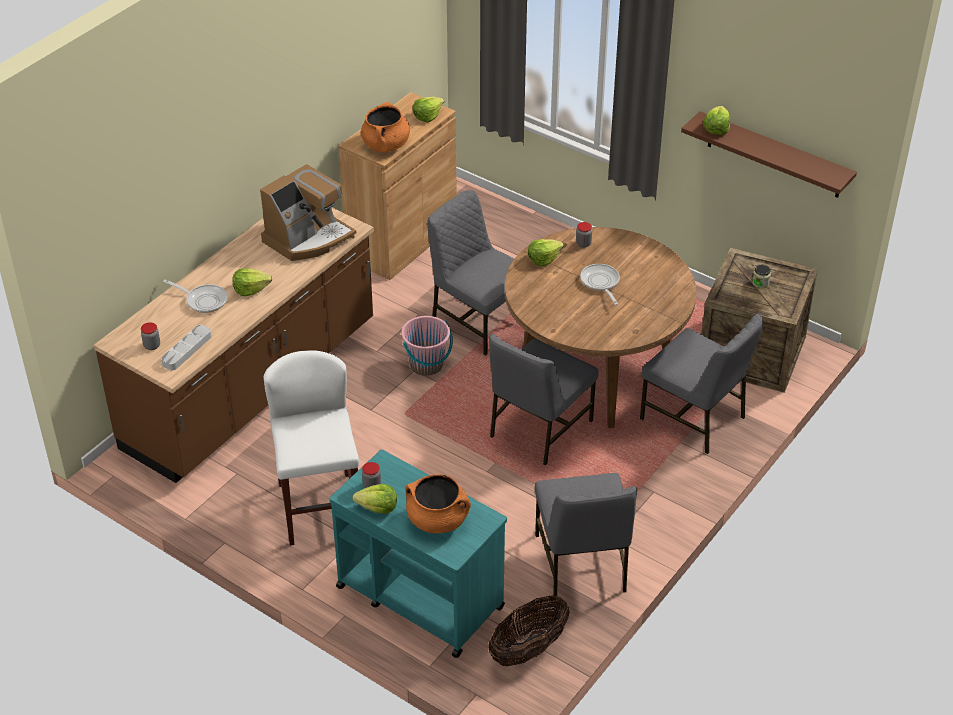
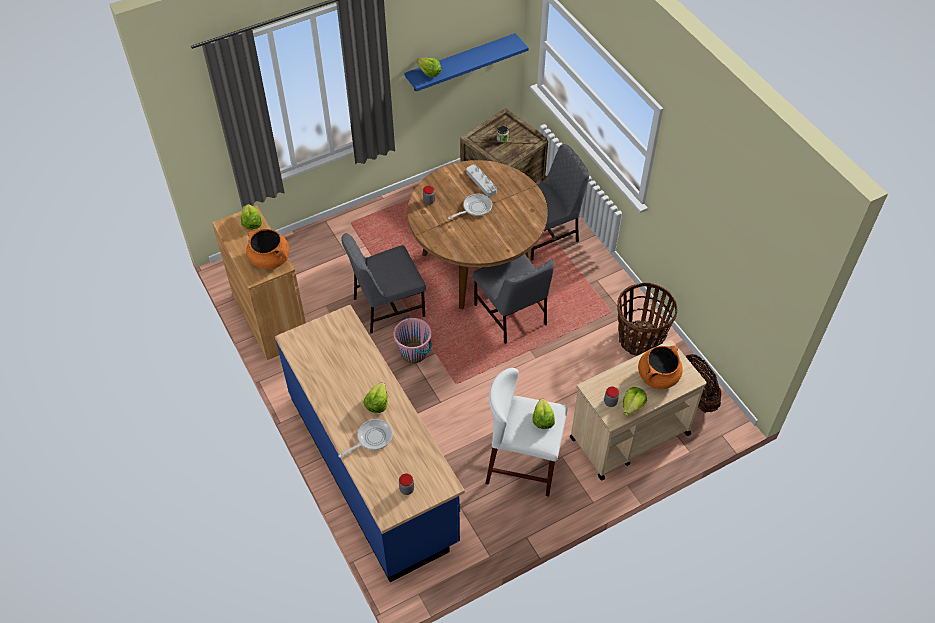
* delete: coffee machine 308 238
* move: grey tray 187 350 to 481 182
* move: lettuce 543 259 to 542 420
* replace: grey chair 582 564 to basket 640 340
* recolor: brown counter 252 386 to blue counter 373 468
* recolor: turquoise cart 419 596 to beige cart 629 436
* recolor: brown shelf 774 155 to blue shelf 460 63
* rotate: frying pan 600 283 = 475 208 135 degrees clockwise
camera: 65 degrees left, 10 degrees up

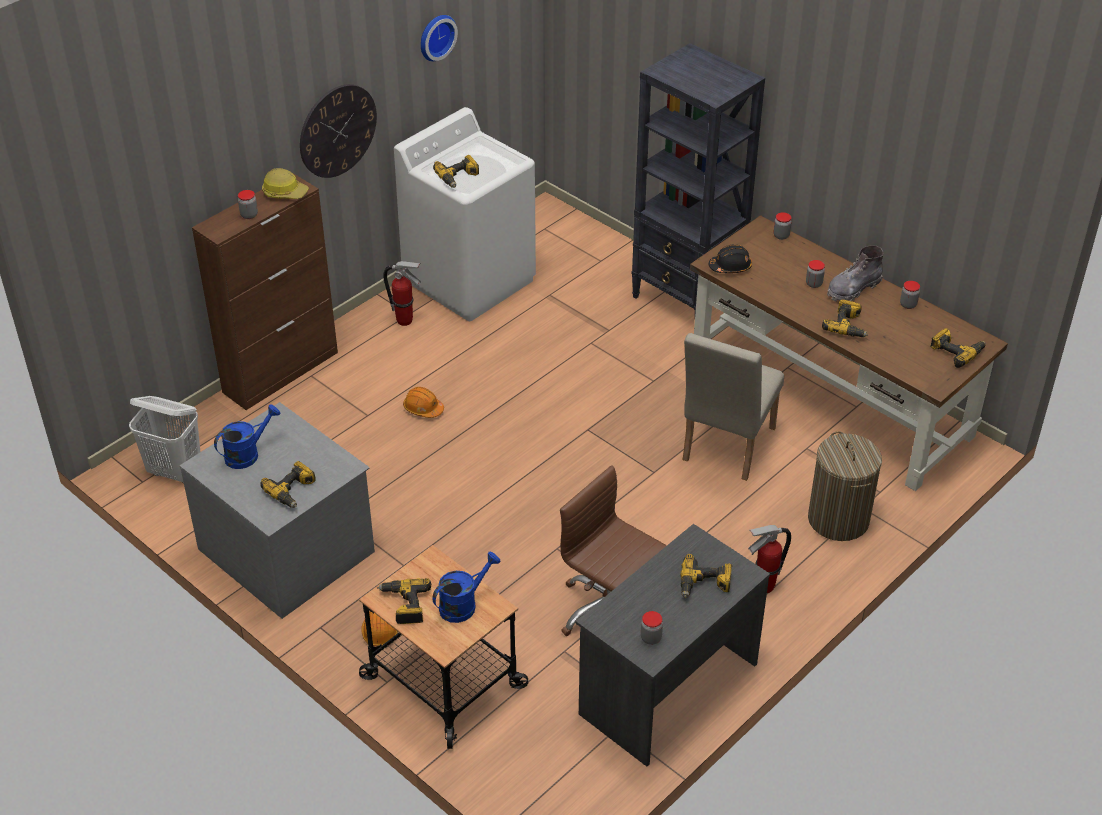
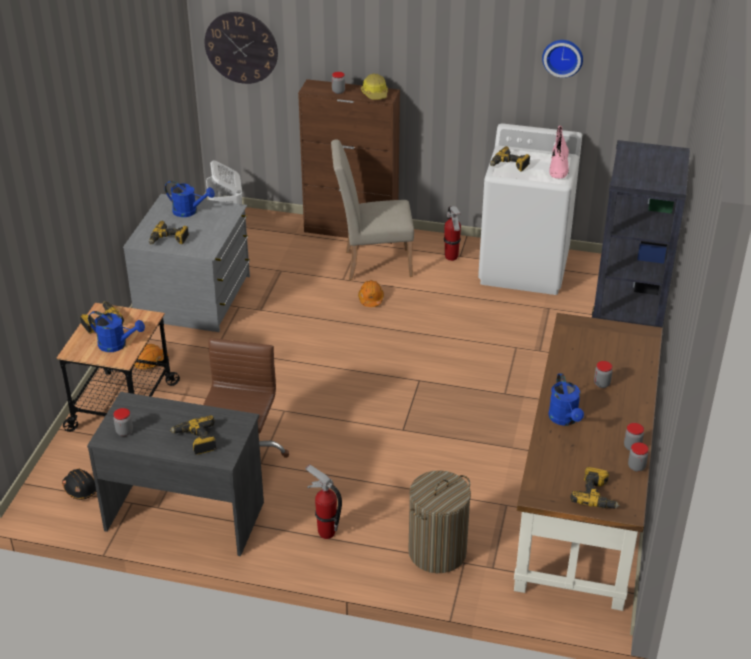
* delete: grey boot 853 289
* insert: pink boot 559 167
* move: wall clock 337 130 to 241 47
* move: beige chair 725 448 to 372 263
* move: black hard hat 730 267 to 80 489
* move: jar 781 236 to 636 466
* replace: power drill 847 326 to blue watering can 565 419
camera: 60 degrees right, 5 degrees down

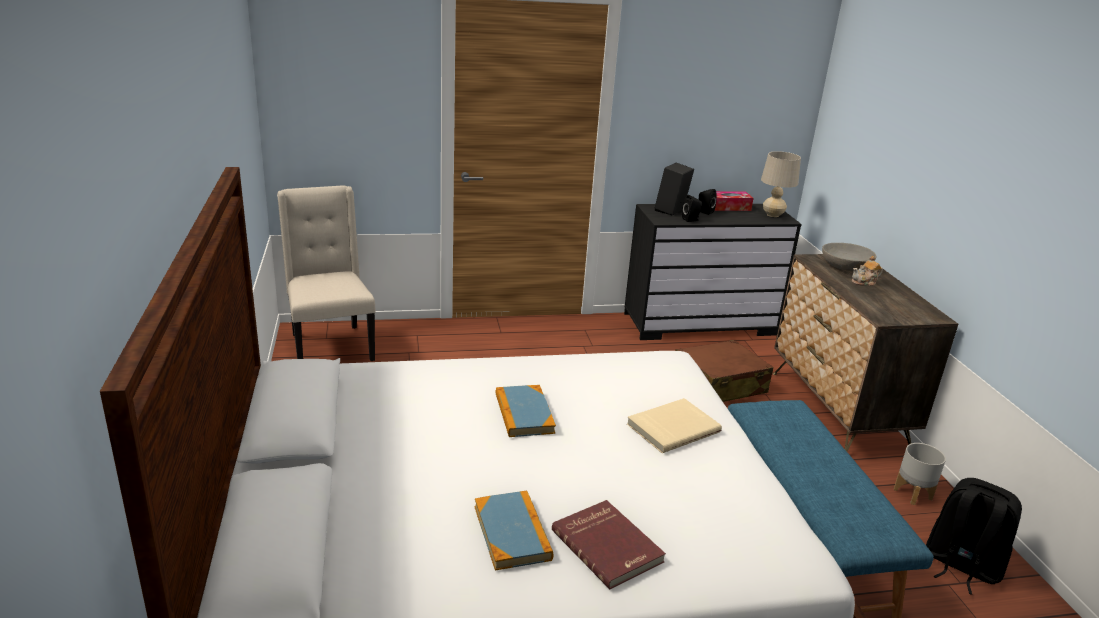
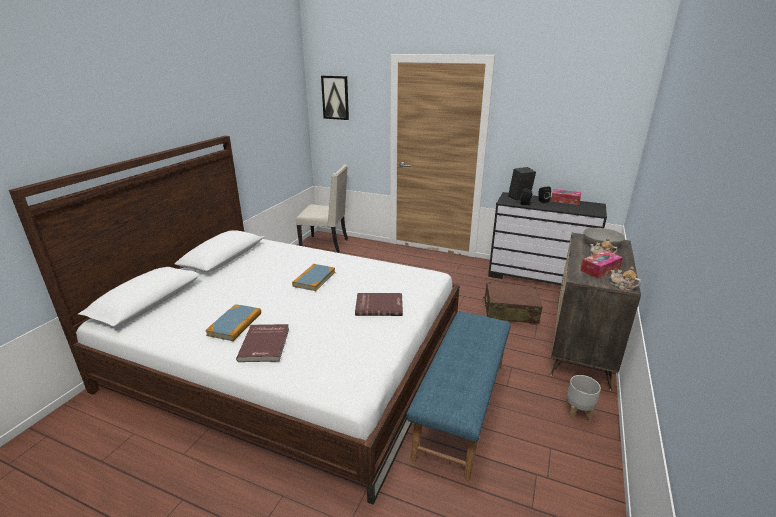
* delete: beige table lamp 773 215
* delete: black backpack 961 565
* insert: picture 335 97
* insert: tissue box 600 269
* insert: teapot 622 286
* recolor: beige book 672 427 to red book 379 306
* rotate: beige chair 330 347 = 326 244 90 degrees clockwise
camera: 35 degrees right, 0 degrees up

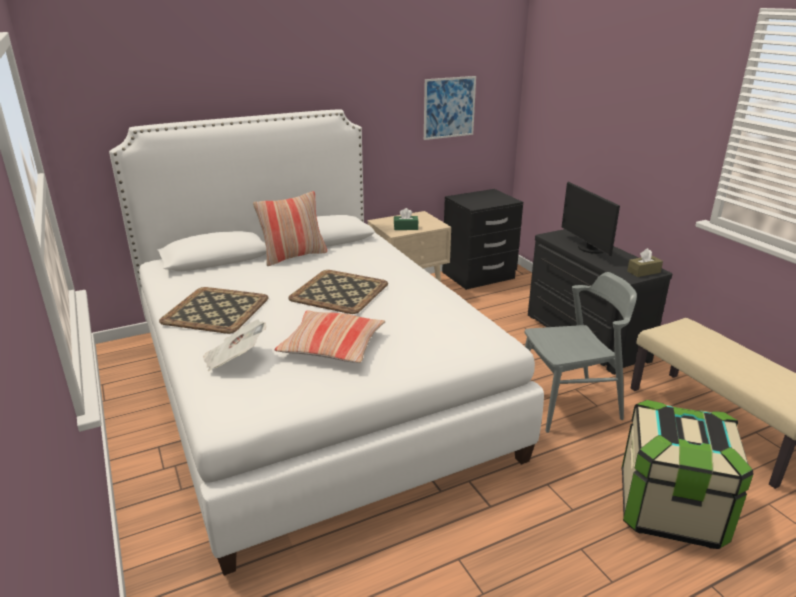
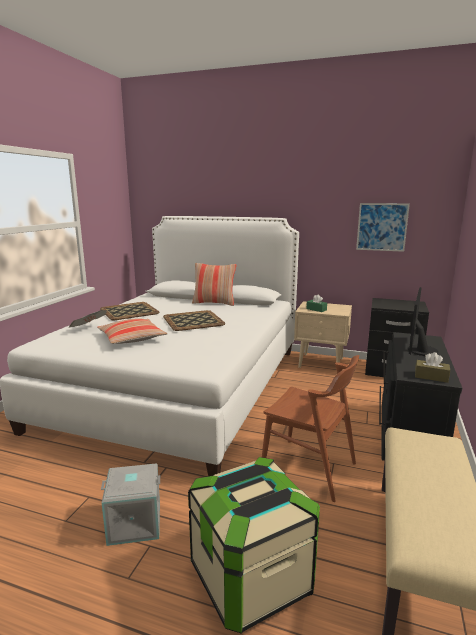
* insert: grey storage box 135 522
* recolor: grey chair 568 404 to brown chair 309 468
camera: 45 degrees right, 10 degrees down

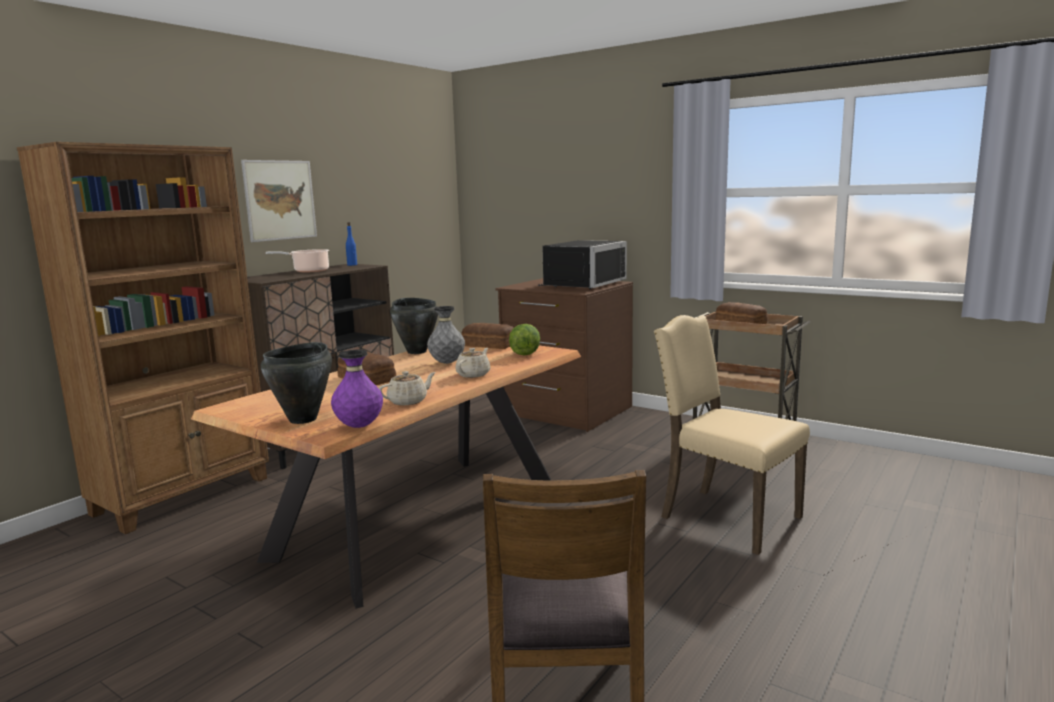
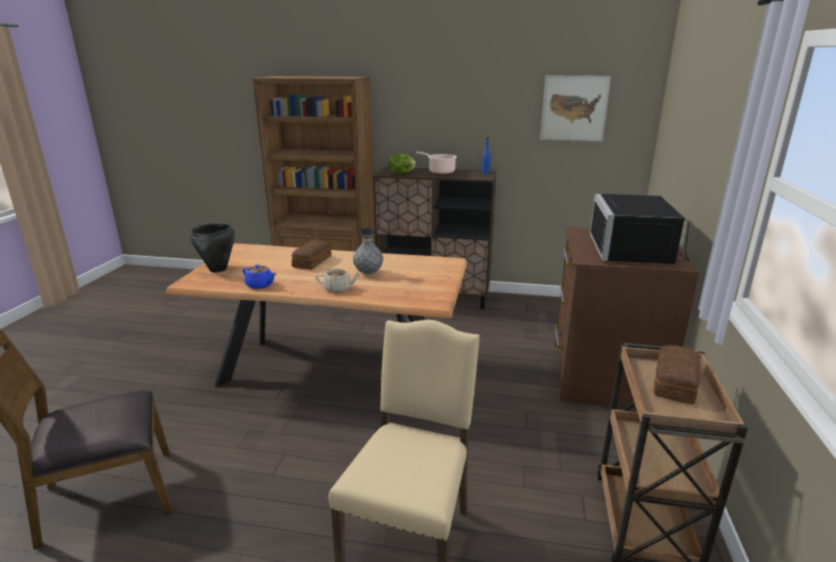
* delete: purple vase 359 426
* delete: black cooking pot 417 351
* delete: bread 489 345
* move: picture 280 200 to 574 108
* move: lettuce 525 354 to 401 173
* recolor: beige teapot 408 401 to blue teapot 260 285
* rotate: black microwave 580 284 = 636 251 90 degrees clockwise
camera: 65 degrees right, 10 degrees up

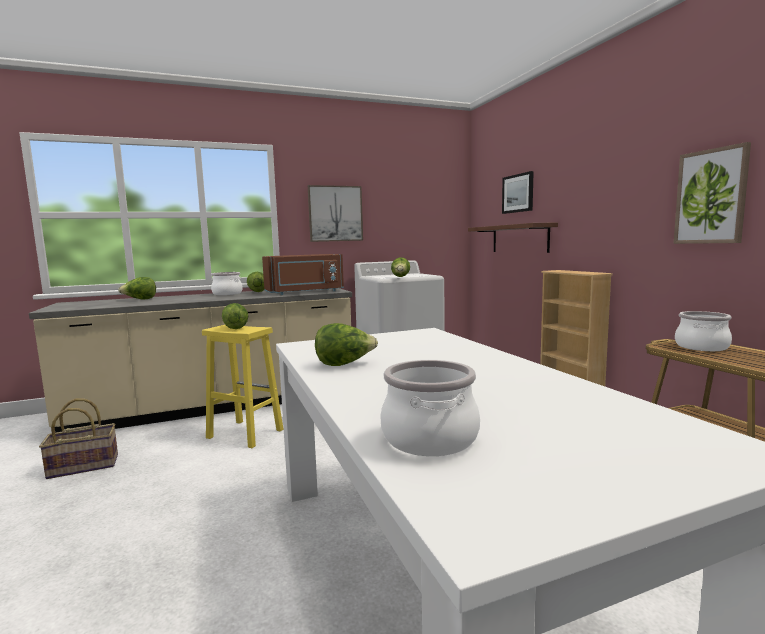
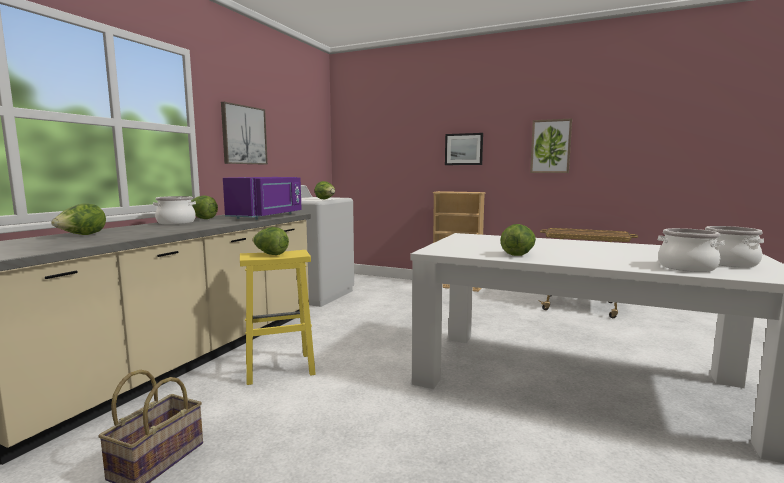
* delete: shelf 519 238
* move: picture 518 193 to 463 149
* move: cooking pot 702 347 to 729 263
* recolor: brown microwave 305 292 to purple microwave 267 216
camera: 45 degrees left, 0 degrees up

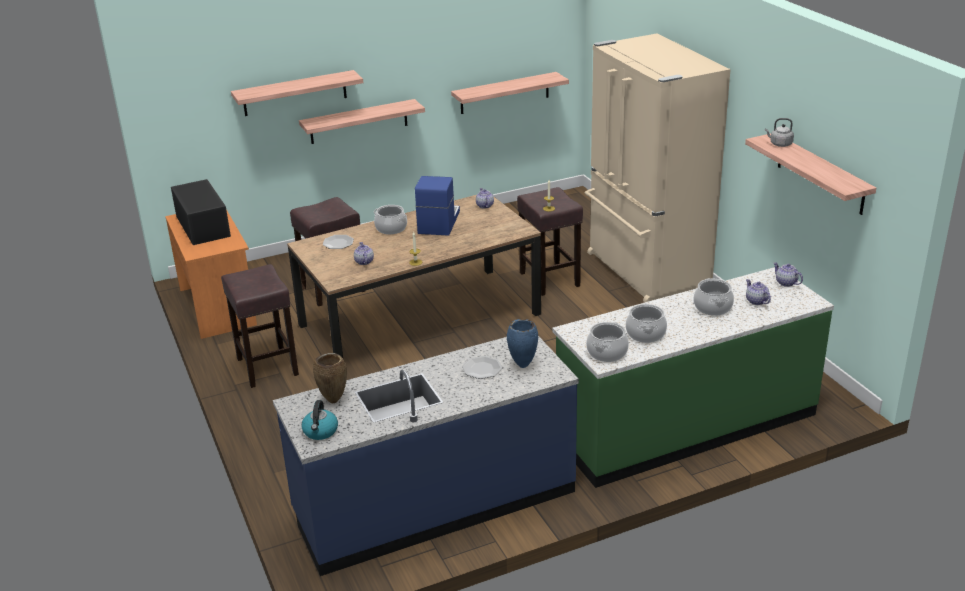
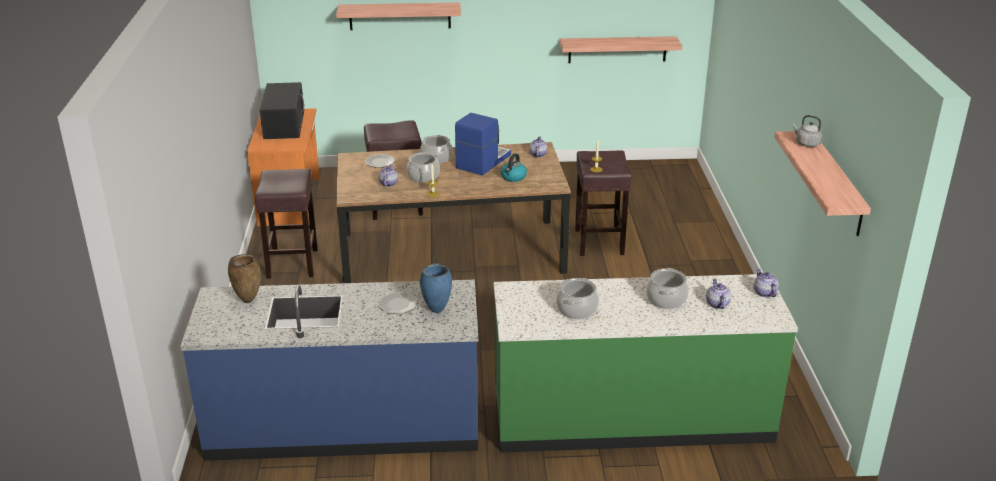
* delete: shelf 358 121
* delete: beige fridge 645 270
* move: kettle 320 431 to 513 177
* move: cooking pot 606 352 to 423 176
camera: 20 degrees right, 0 degrees up

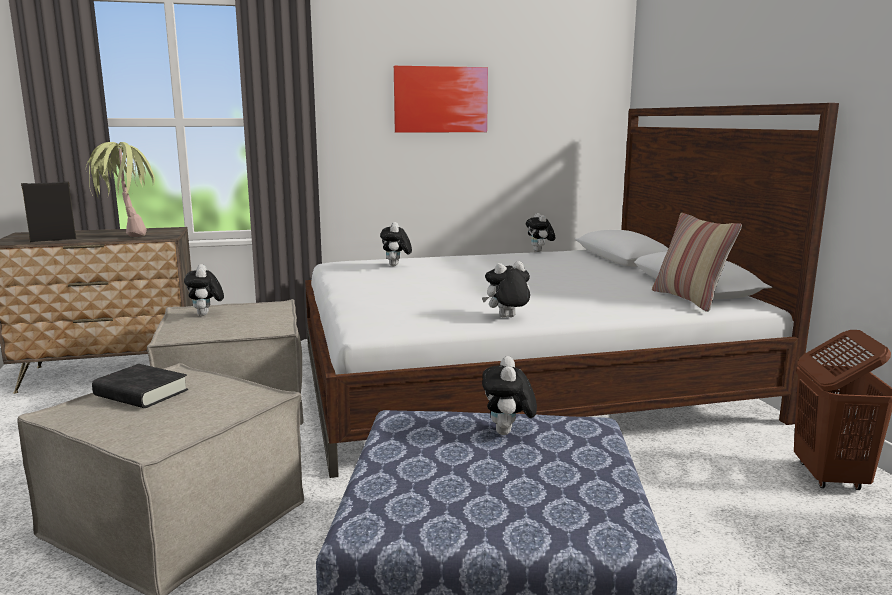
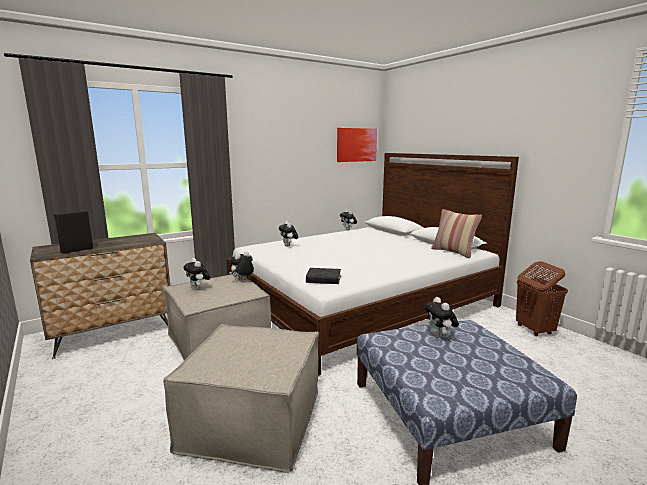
* delete: potted plant 127 234
* move: black book 141 393 to 323 279
* move: picture 440 99 to 356 145
* move: plush toy 507 318 to 242 280
camera: 20 degrees left, 0 degrees up

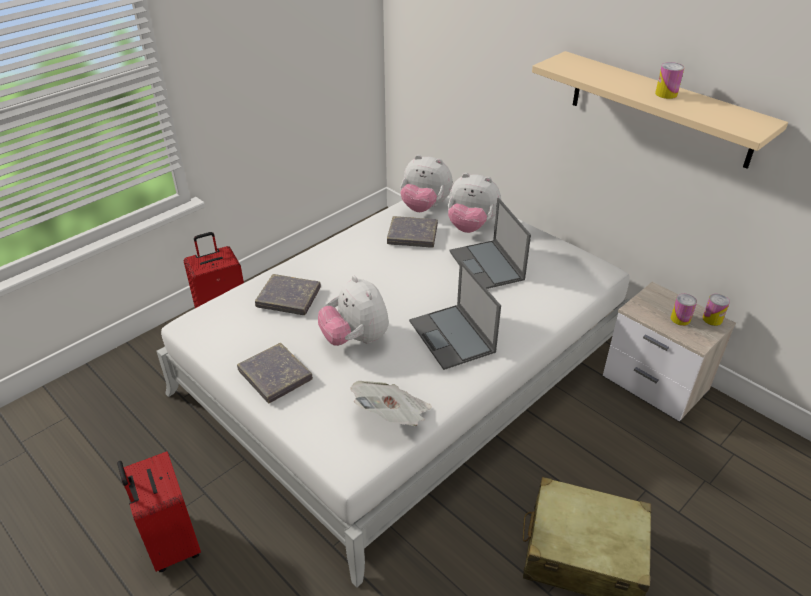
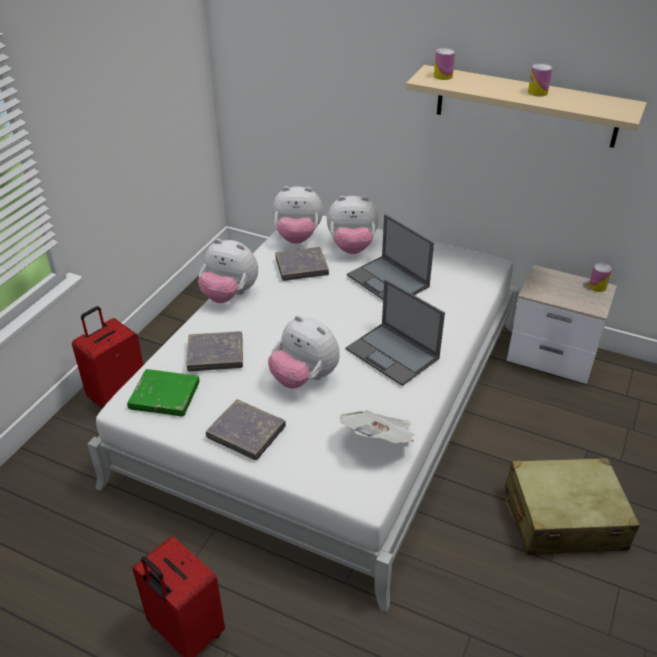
* insert: green book 165 396
* insert: plush toy 229 295
* move: can 680 319 to 443 76
camera: 20 degrees left, 0 degrees up

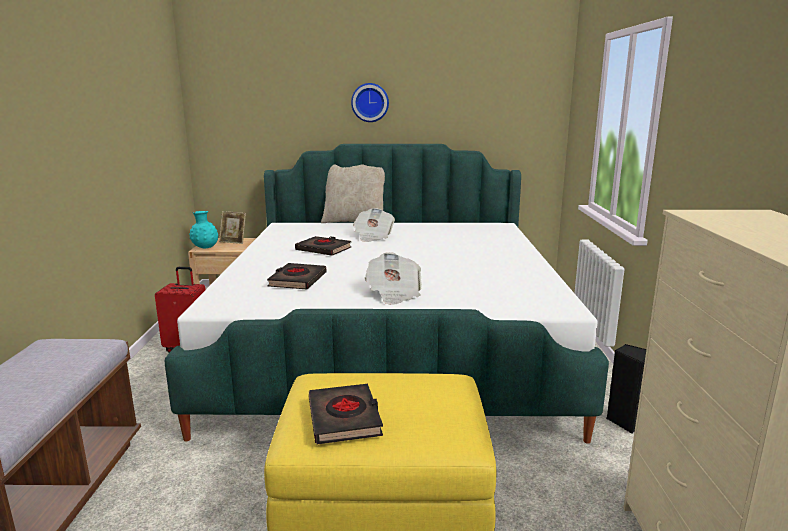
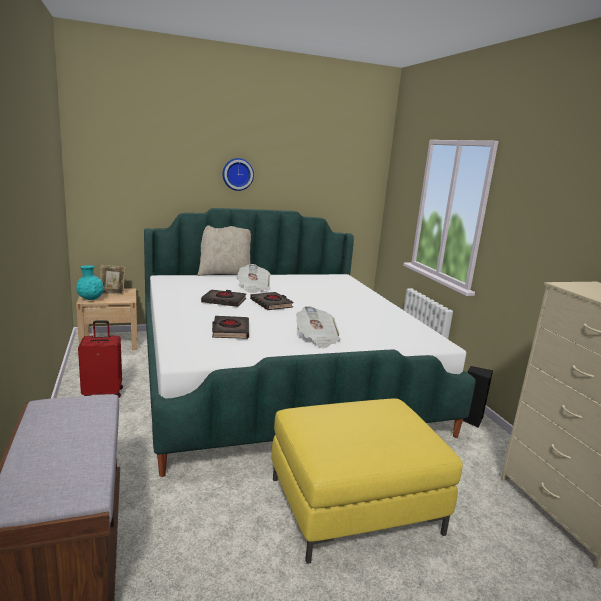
* move: black book 344 418 to 271 304
camera: 20 degrees left, 0 degrees up

